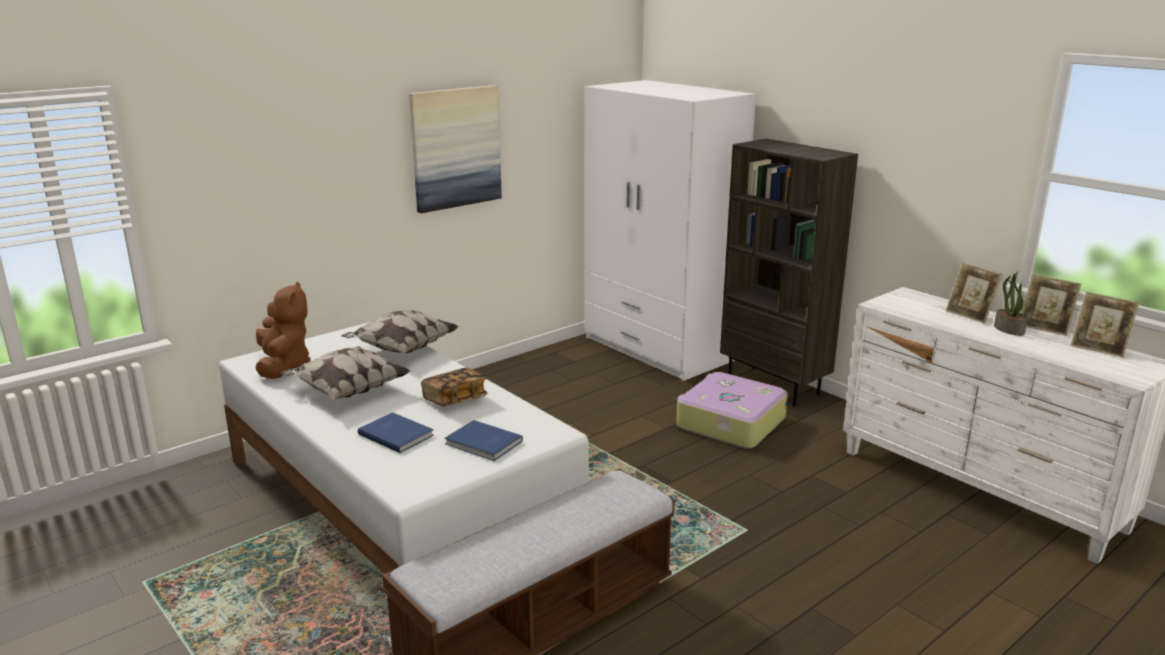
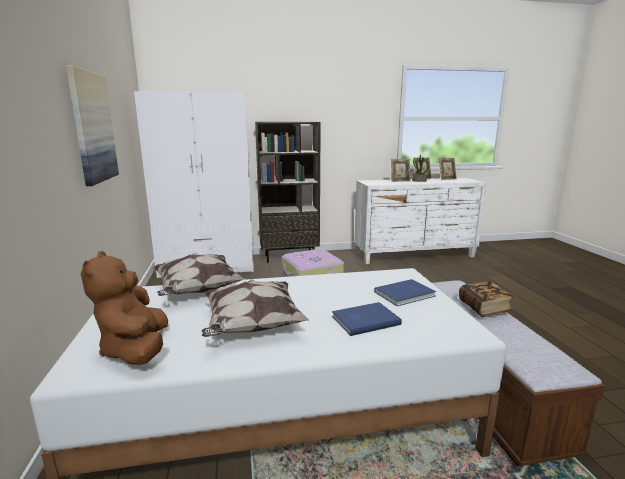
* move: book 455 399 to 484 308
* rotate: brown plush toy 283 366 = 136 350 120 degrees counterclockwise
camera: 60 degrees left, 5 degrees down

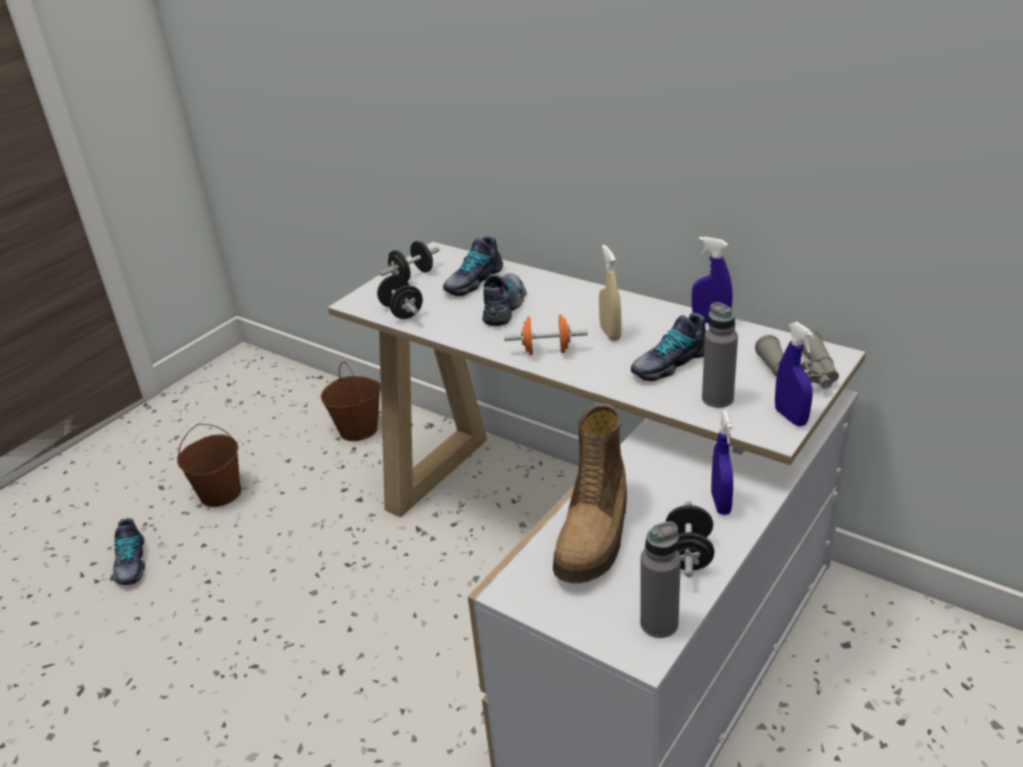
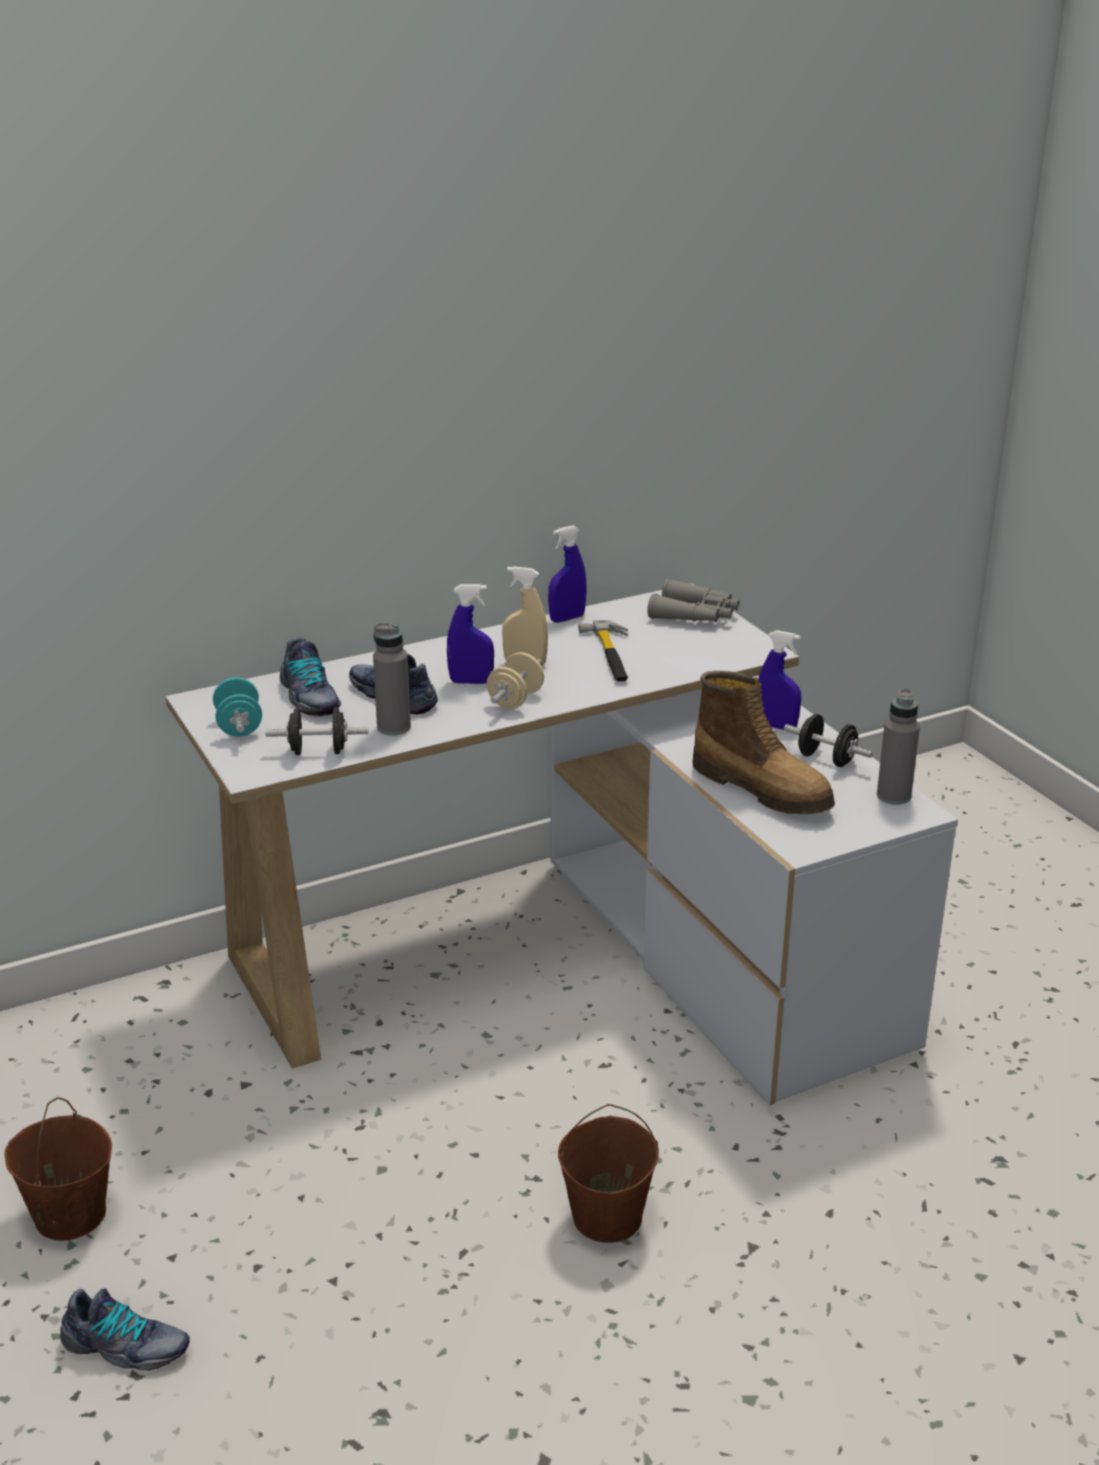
* move: brown bucket 359 430 to 607 1216
* move: grey bottle 717 399 to 394 727
* move: blue spray bottle 790 417 to 471 682
* replace: shoe 669 363 to hammer 611 655
* recolor: black dumbbell 412 276 to turquoise dumbbell 239 726
* recolor: orange dumbbell 546 351 to beige dumbbell 515 700
camera: 65 degrees left, 5 degrees down

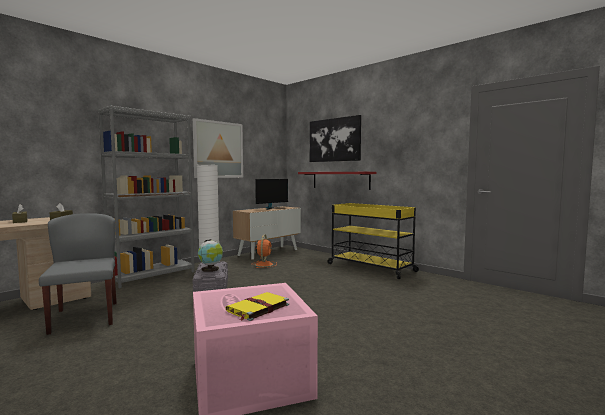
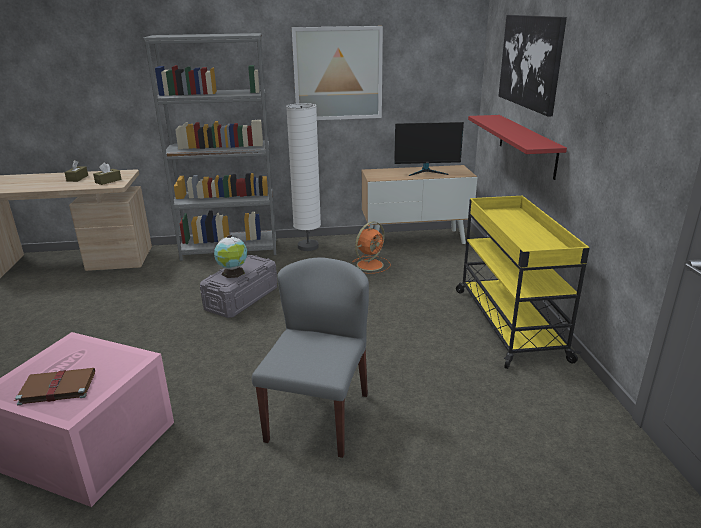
* move: grey chair 85 317 to 318 416
* recolor: yellow book 257 308 to brown book 56 388
camera: 40 degrees right, 20 degrees up

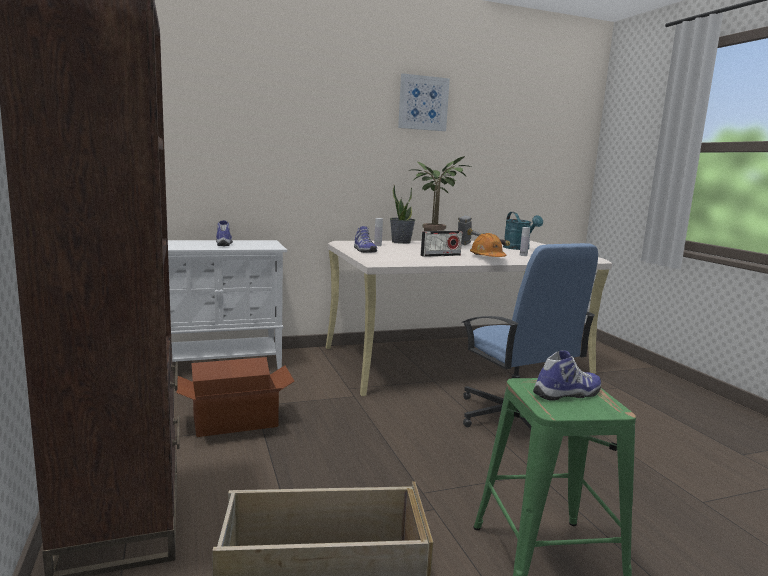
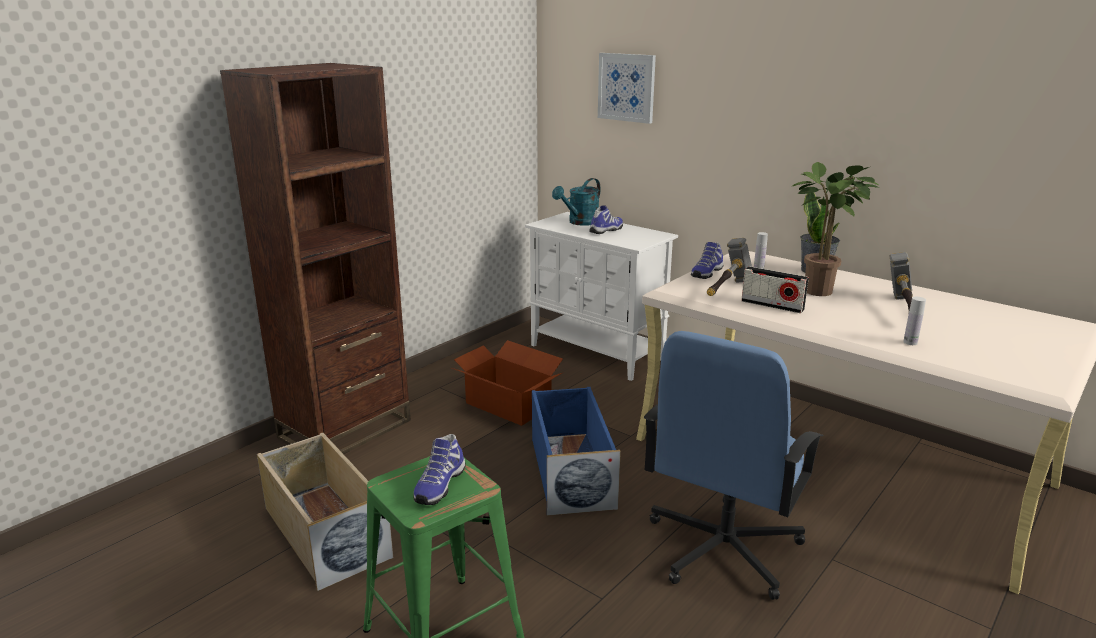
* delete: orange hard hat 487 257
* insert: blue storage box 570 471
* insert: hammer 727 290
* move: picture 423 103 to 626 87
* move: turquoise watering can 519 248 to 580 223
* rotate: shoe 568 394 = 439 485 75 degrees clockwise
camera: 60 degrees right, 10 degrees up

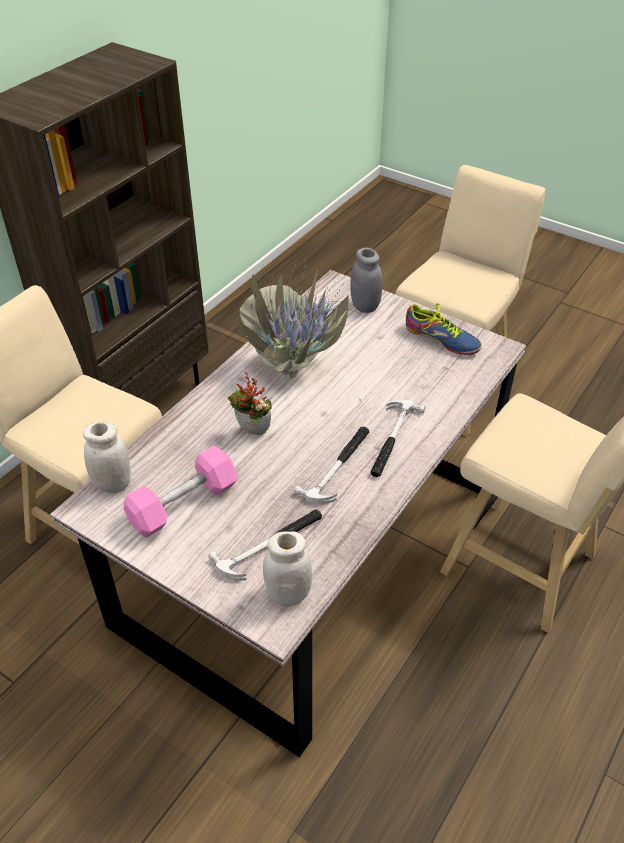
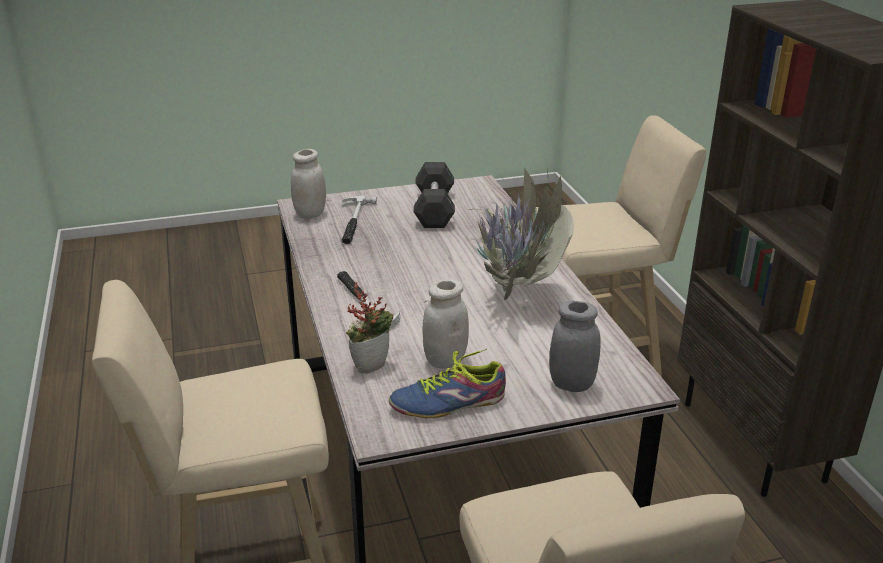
* delete: hammer 339 466
* move: white jar 113 484 to 445 360
* move: potted plant 251 433 to 371 364
* recolor: pink dumbbell 183 504 to grey dumbbell 434 209
camera: 130 degrees right, 15 degrees down

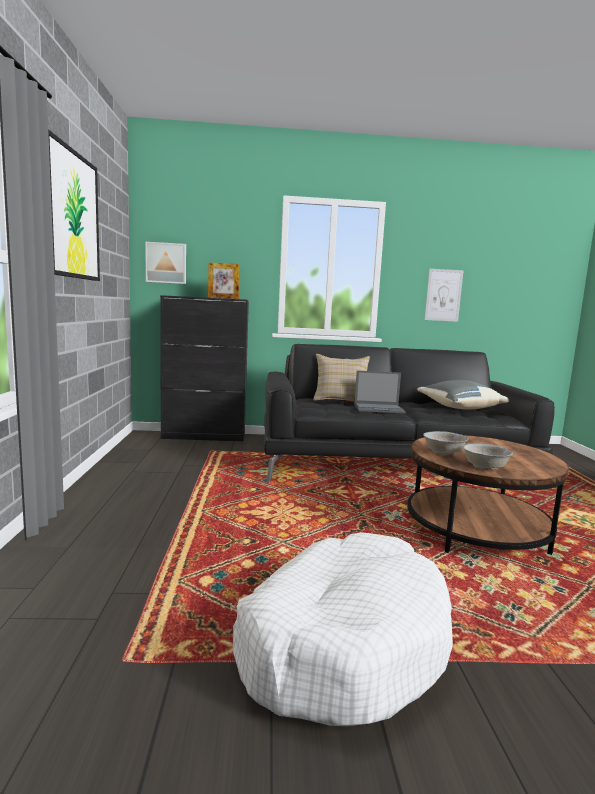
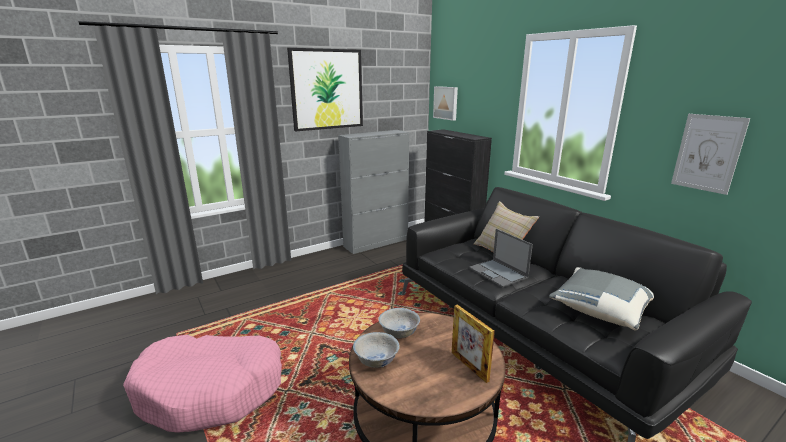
* insert: grey cabinet 376 243
* move: picture frame 223 298 to 469 366
* recolor: white dog bed 342 642 to pink dog bed 211 390
camera: 60 degrees right, 10 degrees up

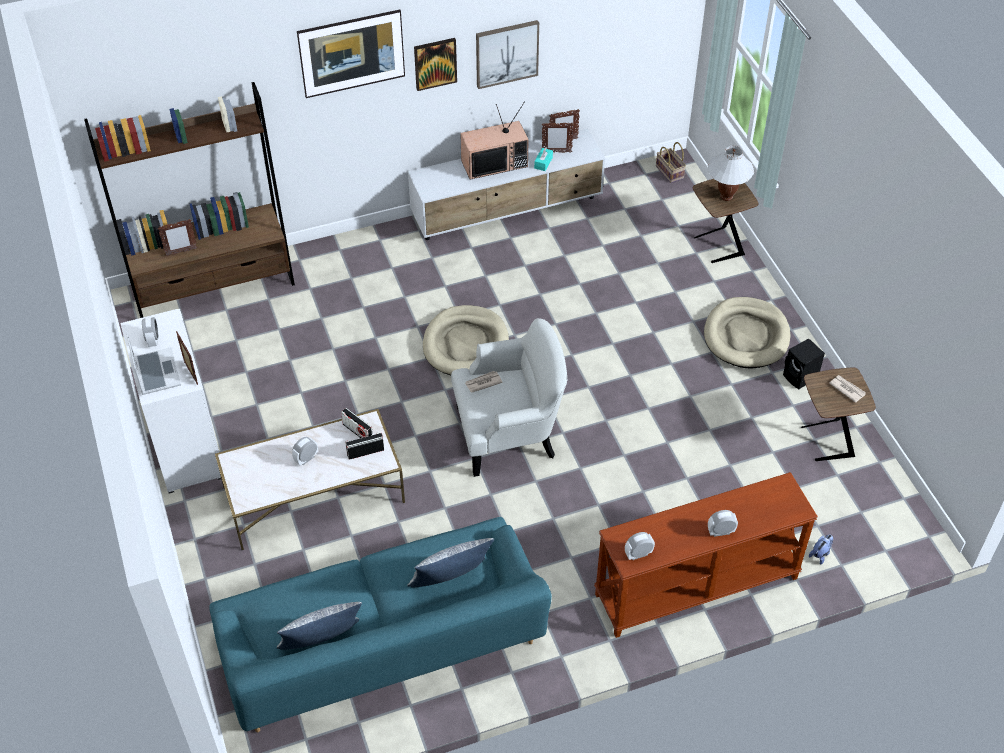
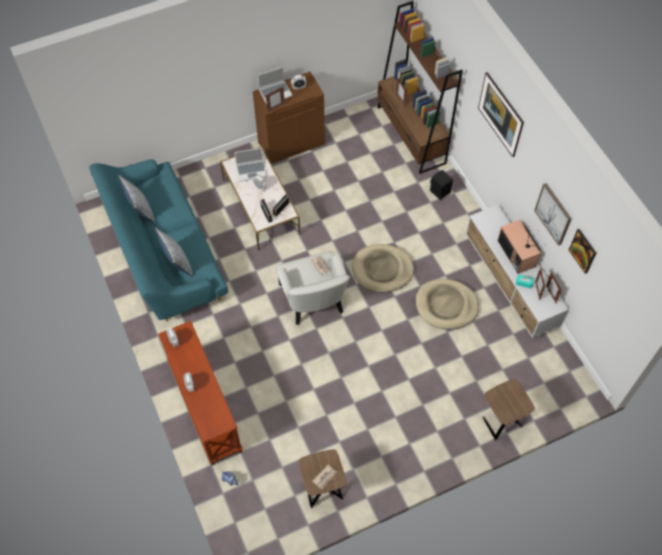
* delete: basket 670 172
* delete: white table lamp 726 197
* insert: laptop 251 171
* move: picture 435 63 to 583 251
* move: beige dog bed 746 336 to 446 305
* move: black speaker 800 377 to 439 192
* recolor: white cabinet 184 444 to brown cabinet 291 143
camera: 85 degrees right, 10 degrees up

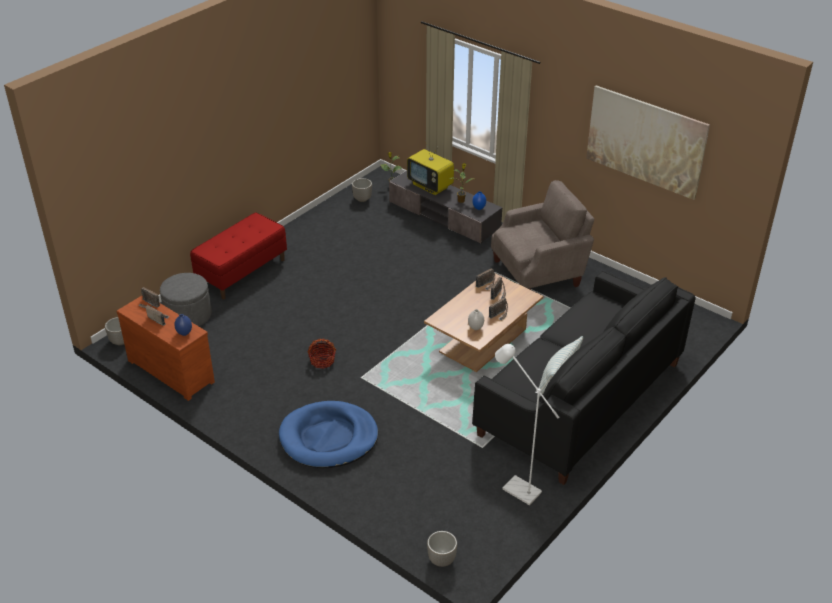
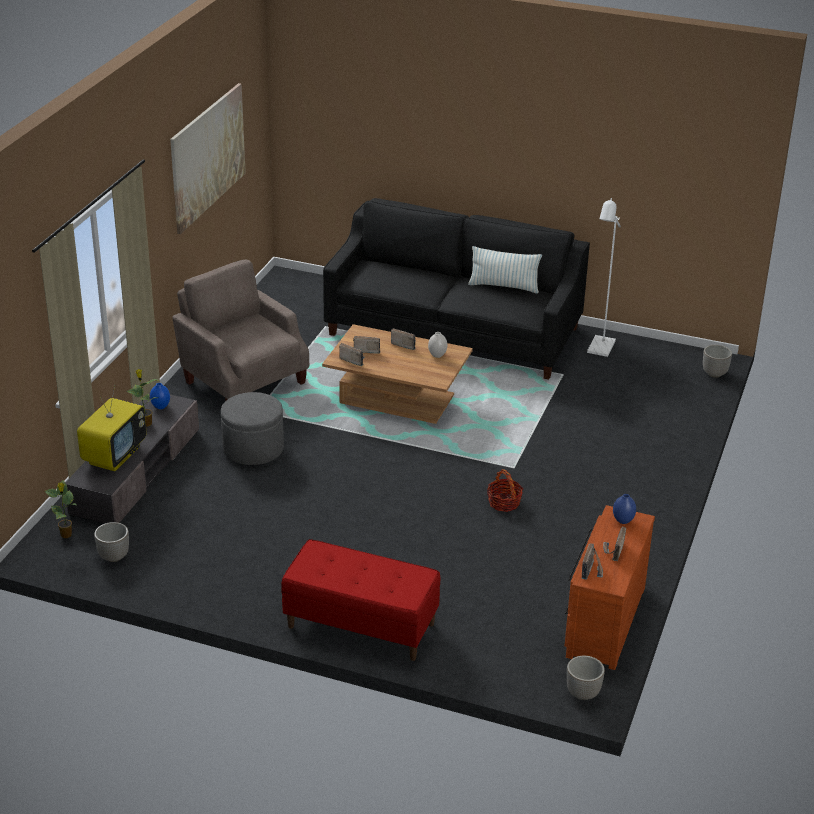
* delete: blue dog bed 328 438
* move: grey ottoman 188 315 to 253 449
camera: 110 degrees left, 5 degrees down

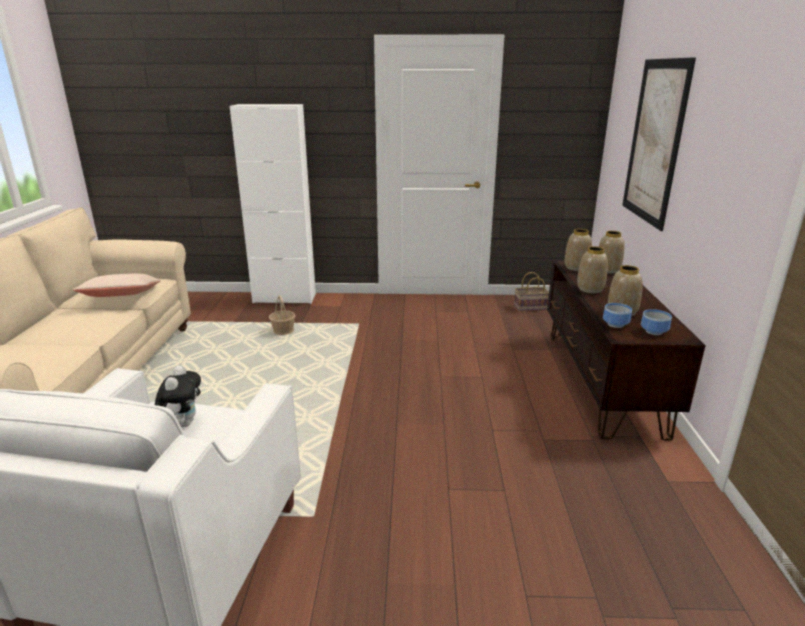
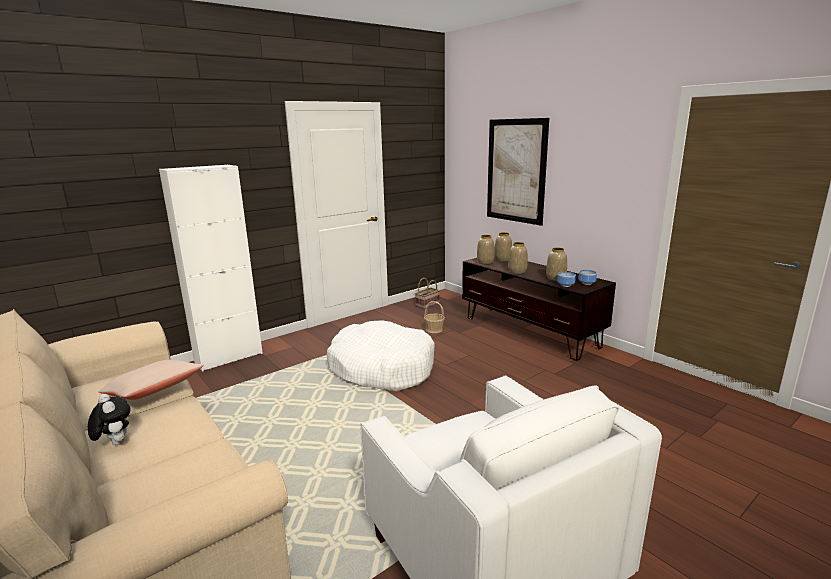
* insert: white dog bed 382 368
* move: plush toy 183 423 to 115 443
* move: basket 283 331 to 434 329
camera: 40 degrees left, 5 degrees down

